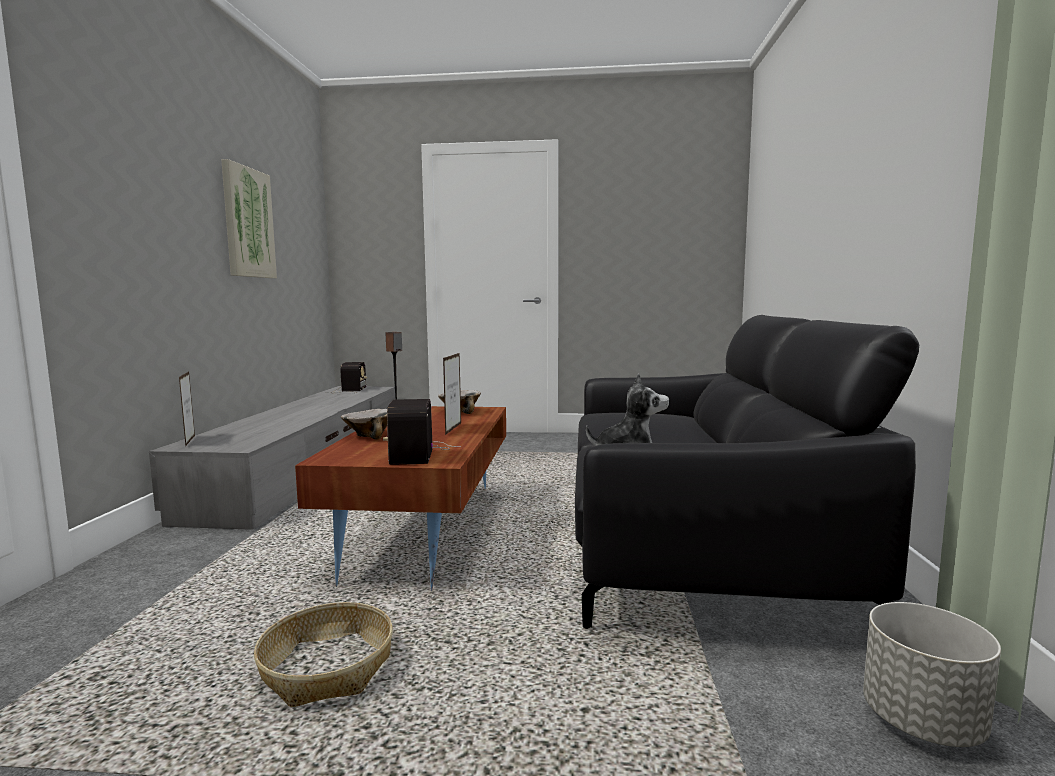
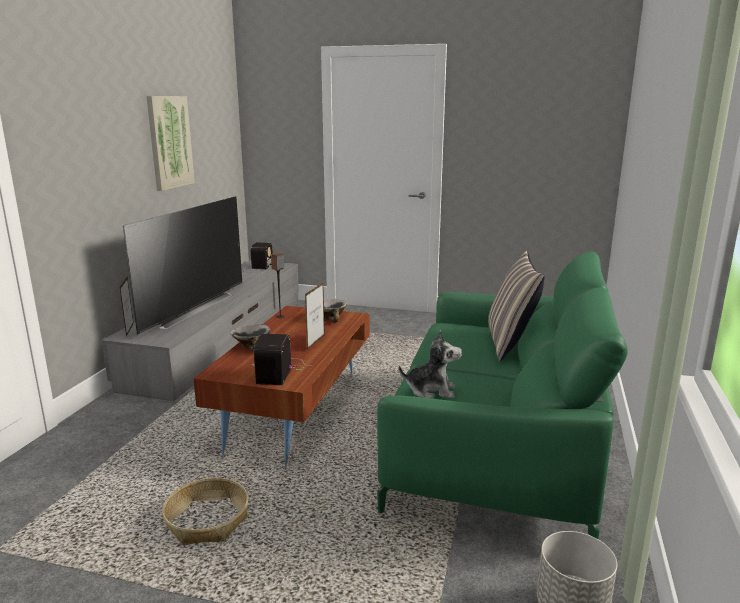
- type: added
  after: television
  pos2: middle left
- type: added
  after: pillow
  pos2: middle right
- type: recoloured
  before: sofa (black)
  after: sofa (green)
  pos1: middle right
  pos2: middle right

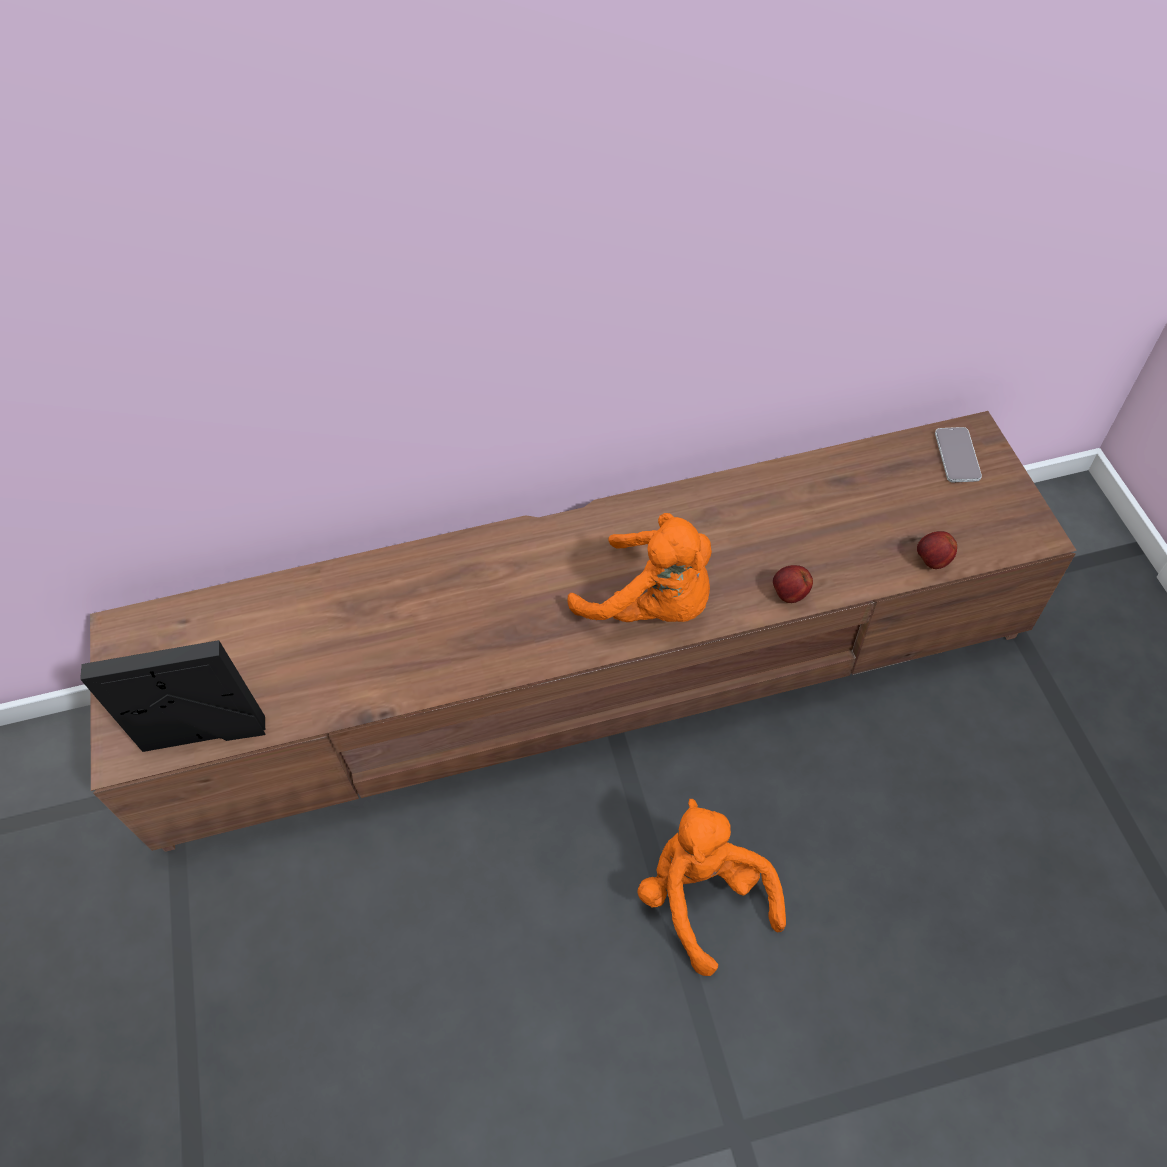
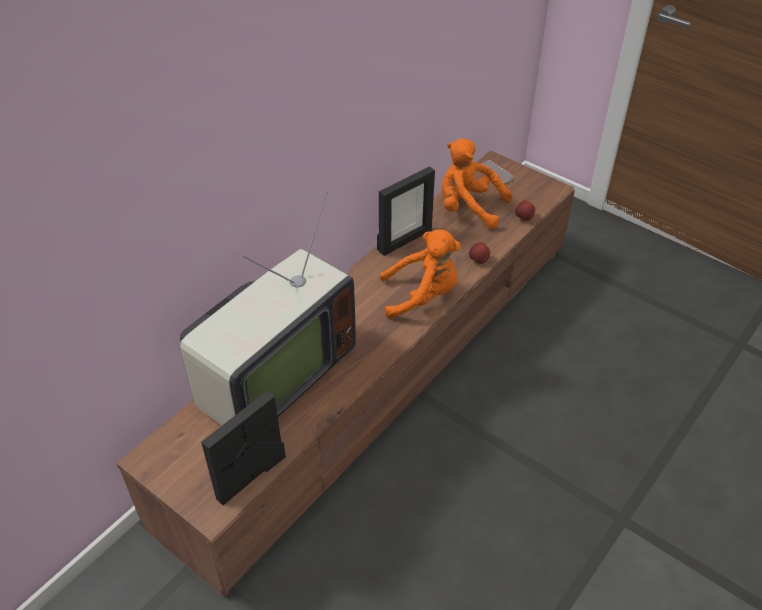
- type: added
  after: television
  pos2: centre
- type: added
  after: picture frame (2nd from left)
  pos2: centre
- type: moved
  before: plush toy (orange) (2nd from left)
  pos1: bottom centre
  pos2: top centre

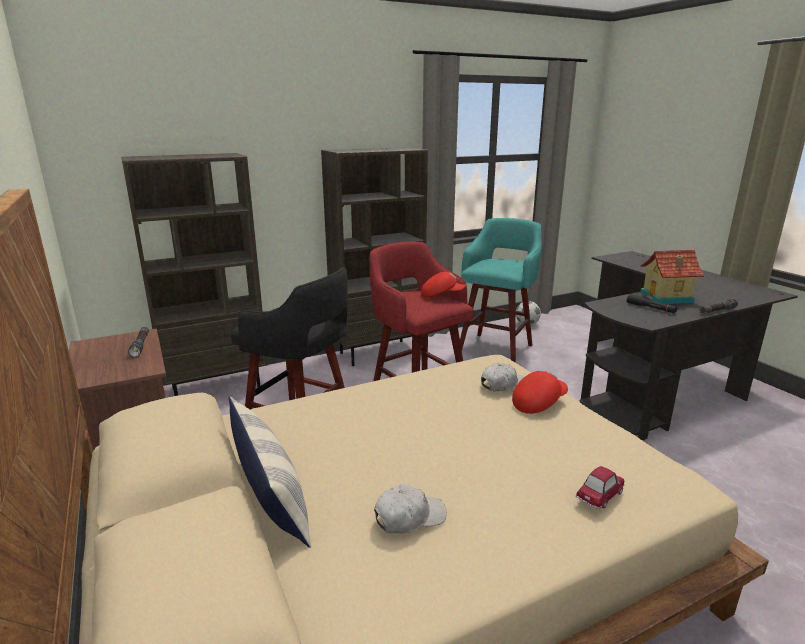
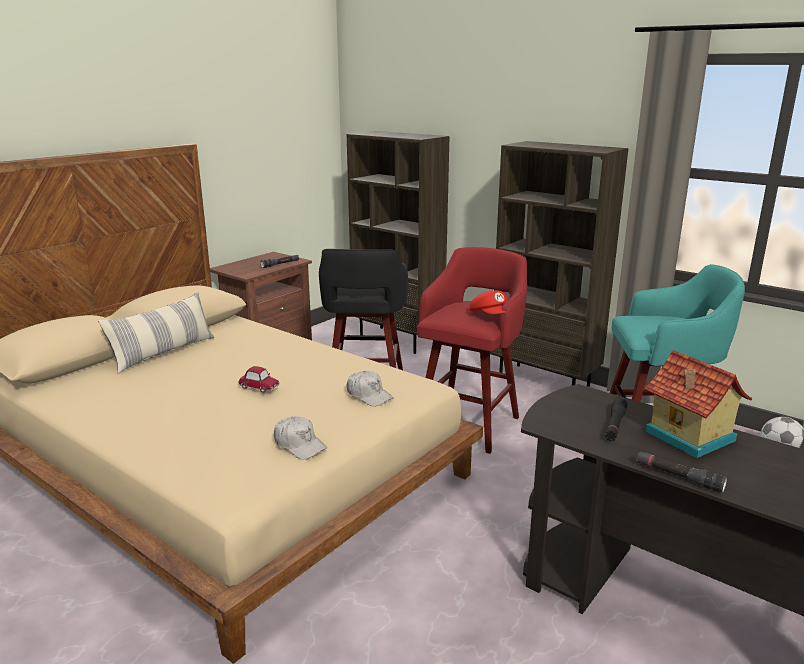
- type: removed
  before: cap (red) (2nd from left)
  pos1: middle right
- type: moved
  before: cap (white) (1st from left)
  pos1: bottom centre
  pos2: centre
- type: moved
  before: toy car
  pos1: bottom right
  pos2: middle left

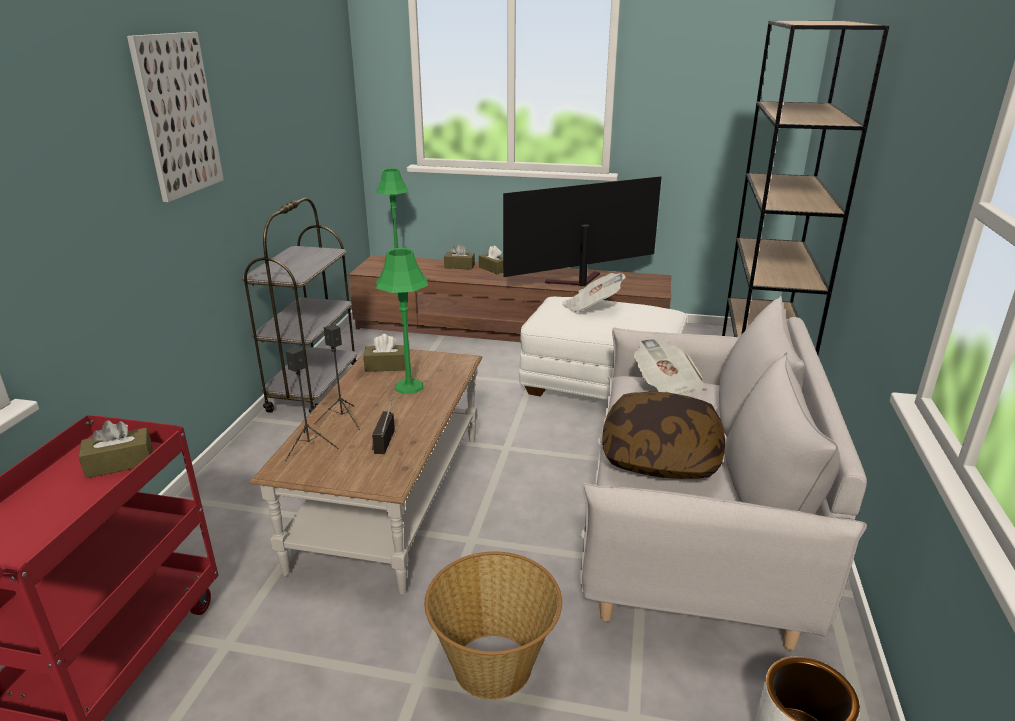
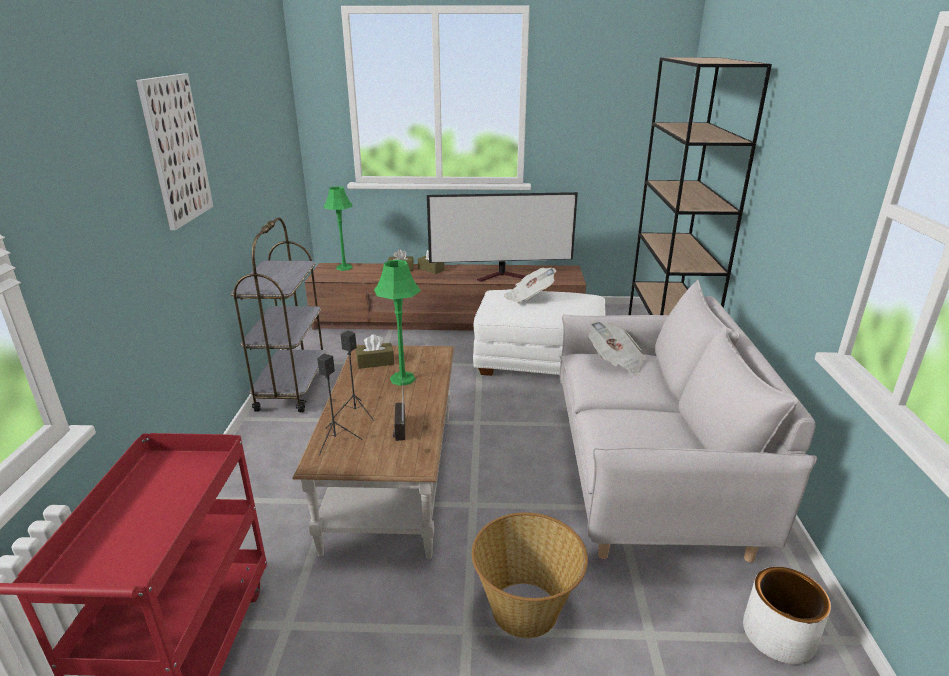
- type: removed
  before: tissue box (brown) (1st from left)
  pos1: middle left
- type: removed
  before: pillow
  pos1: centre
- type: turned
  before: television
  pos1: top centre
  pos2: centre
  turn: -150

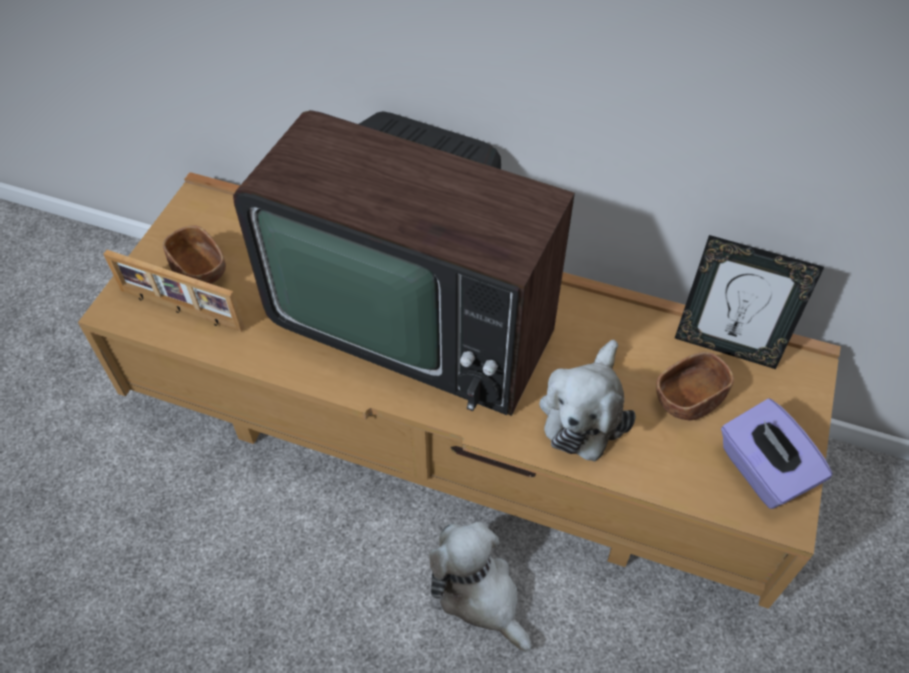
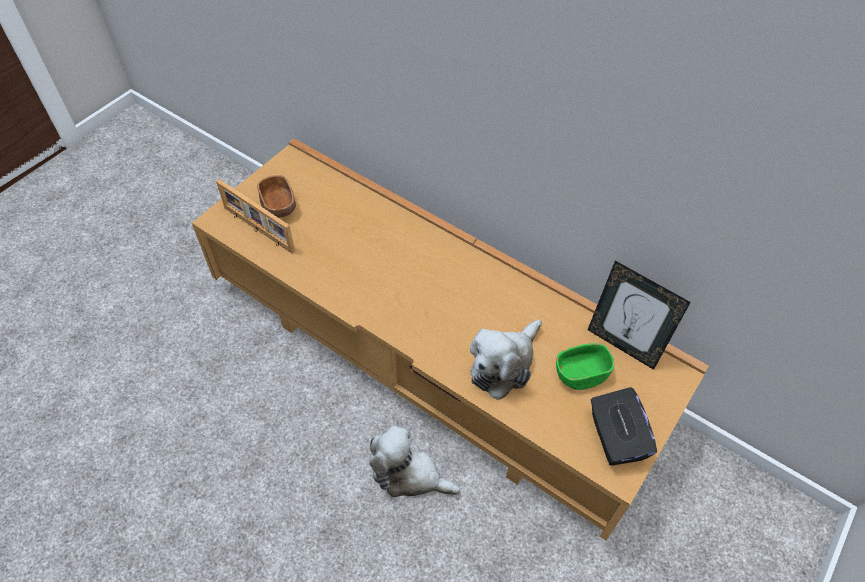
- type: removed
  before: television
  pos1: centre
- type: recoloured
  before: bowl (brown) (2nd from left)
  after: bowl (green)
  pos1: middle right
  pos2: middle right
- type: recoloured
  before: tissue box (purple)
  after: tissue box (black)
  pos1: bottom right
  pos2: bottom right
- type: turned
  before: plush toy (1st from left)
  pos1: bottom centre
  pos2: bottom centre
  turn: -45

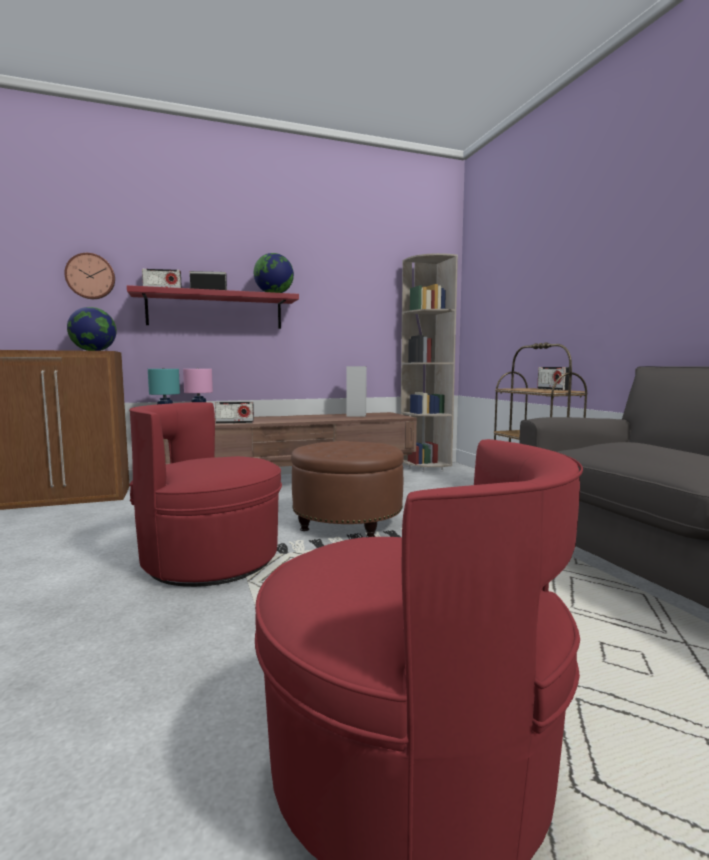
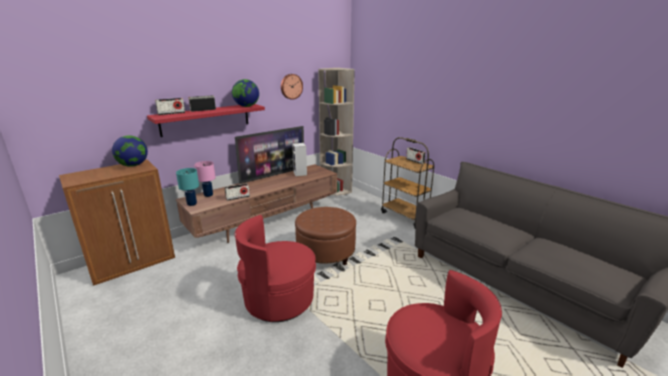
- type: added
  after: television
  pos2: centre
- type: moved
  before: wall clock
  pos1: top left
  pos2: top centre

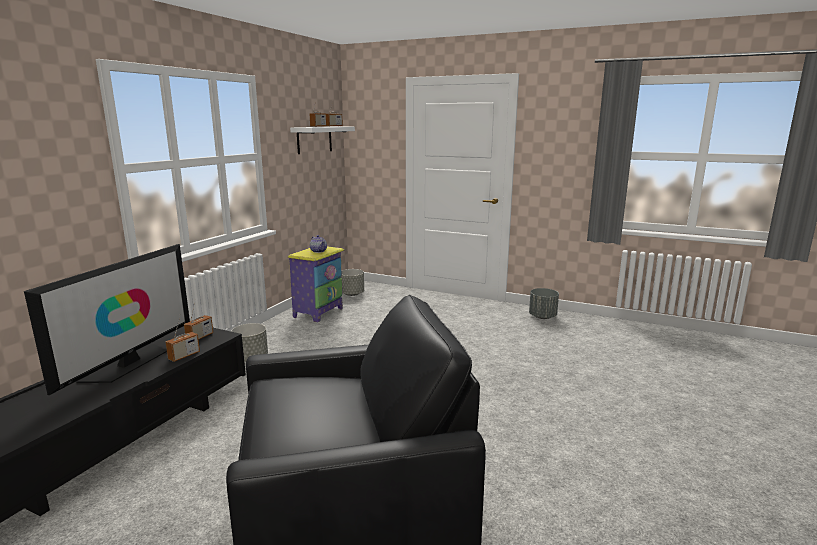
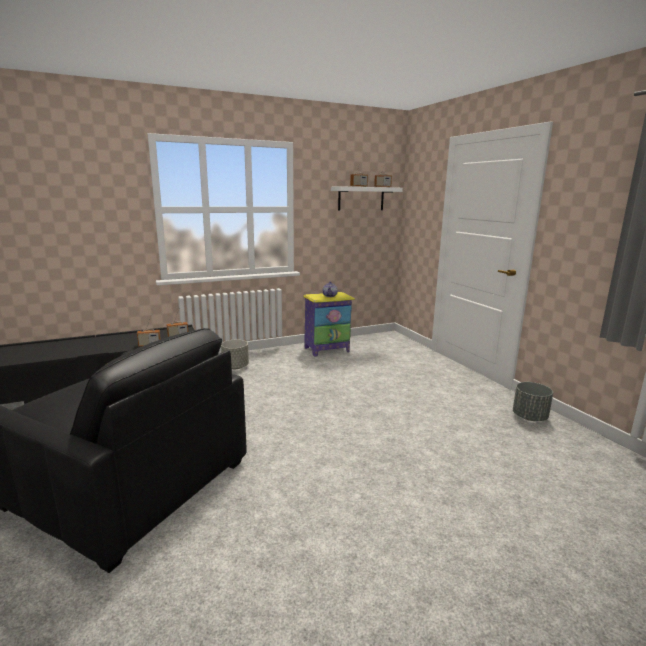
- type: removed
  before: television
  pos1: middle left
- type: removed
  before: planter (grey) (2nd from left)
  pos1: centre

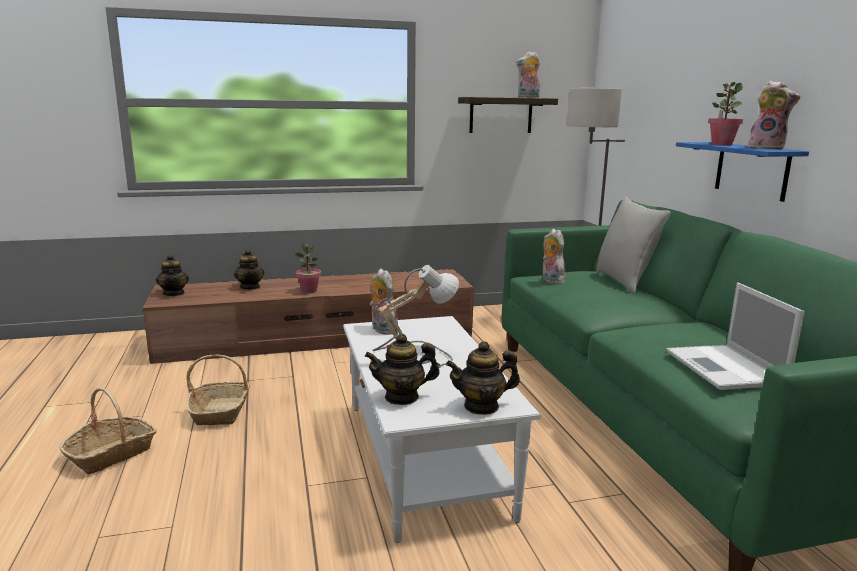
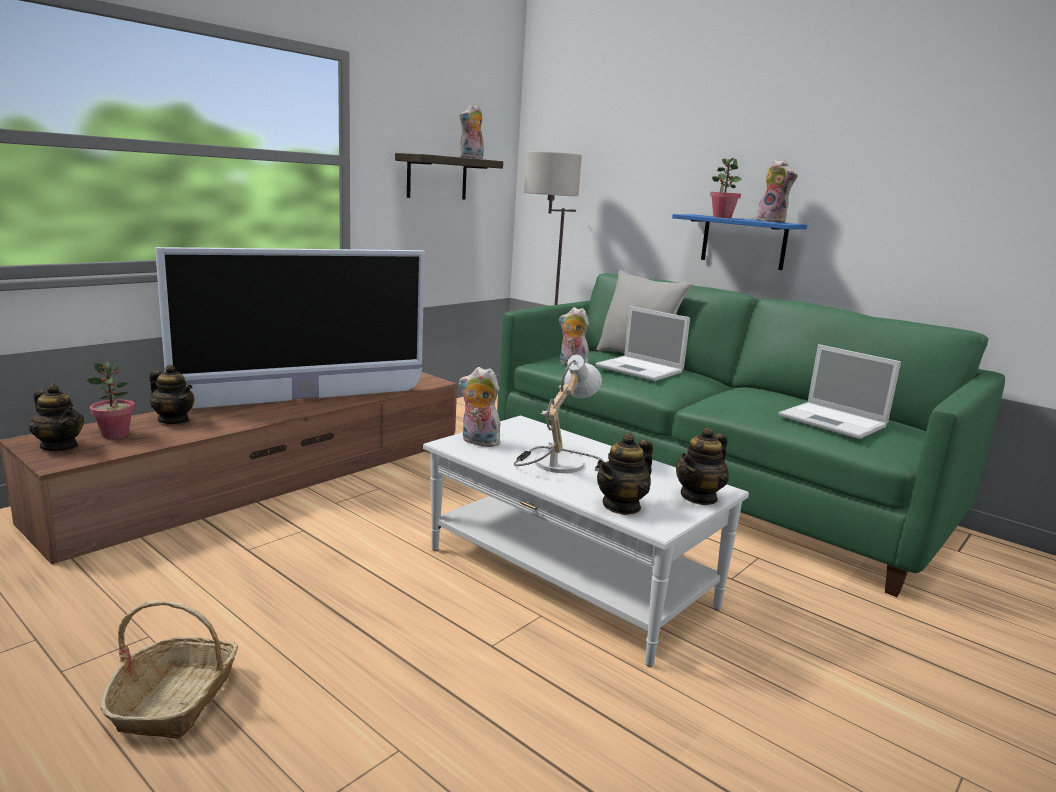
- type: removed
  before: basket (2nd from left)
  pos1: bottom left
- type: added
  after: television
  pos2: middle left
- type: added
  after: laptop (1st from left)
  pos2: centre
- type: moved
  before: potted plant (1st from left)
  pos1: centre
  pos2: middle left
- type: turned
  before: plush toy (4th from left)
  pos1: top right
  pos2: top right
  turn: 45

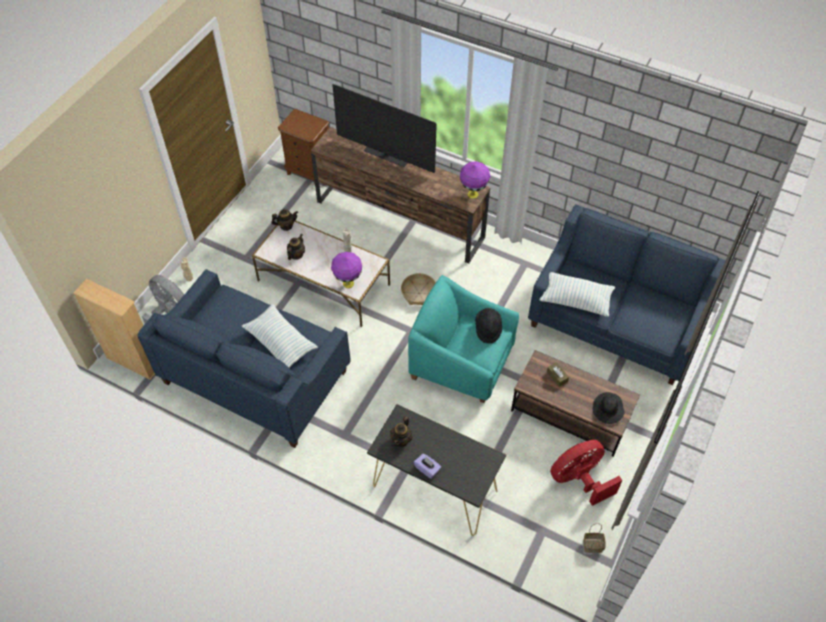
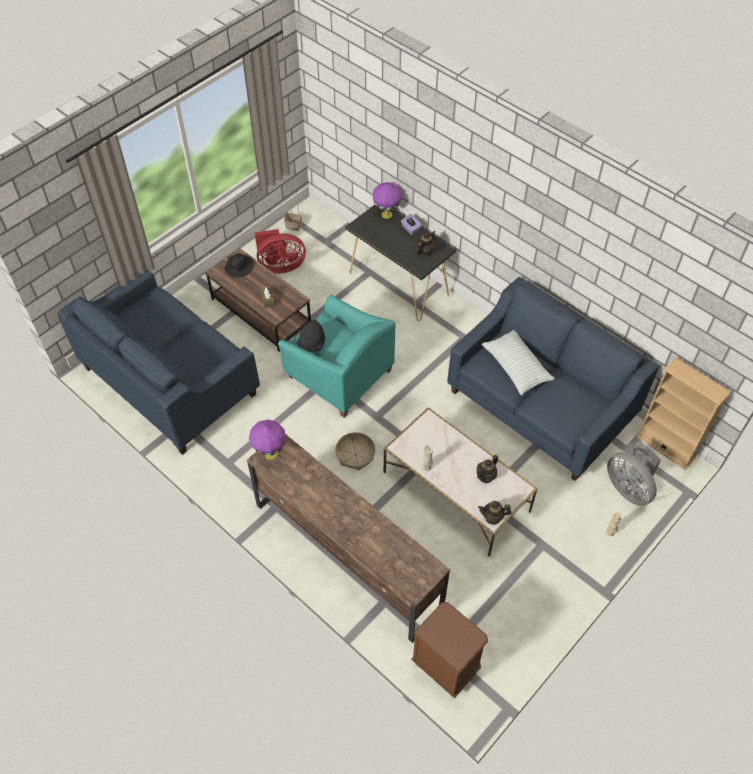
- type: removed
  before: television
  pos1: top centre
- type: removed
  before: pillow (2nd from left)
  pos1: middle right
- type: moved
  before: table lamp (purple) (1st from left in the first image)
  after: table lamp (purple) (2nd from left)
  pos1: centre
  pos2: top centre

